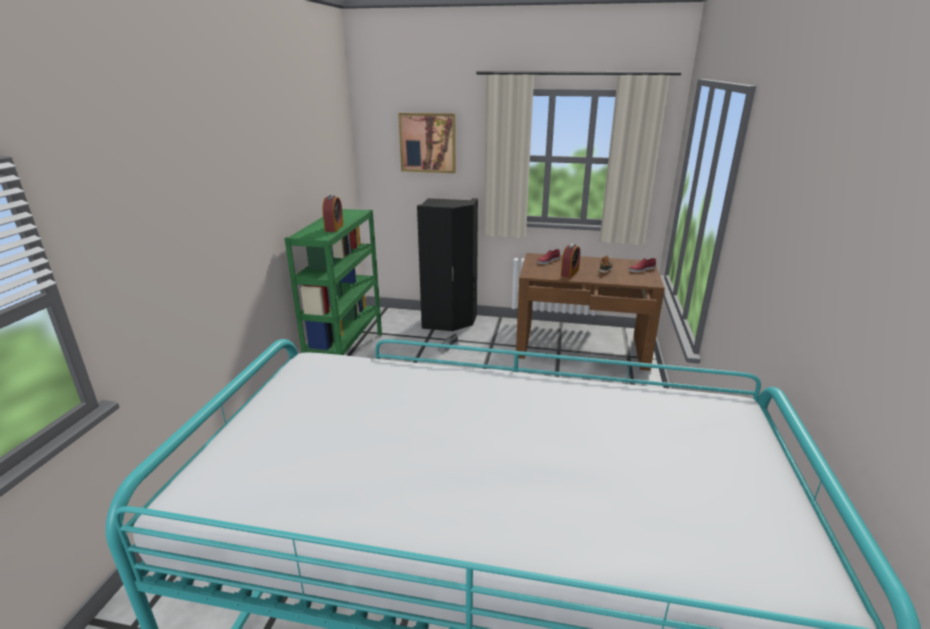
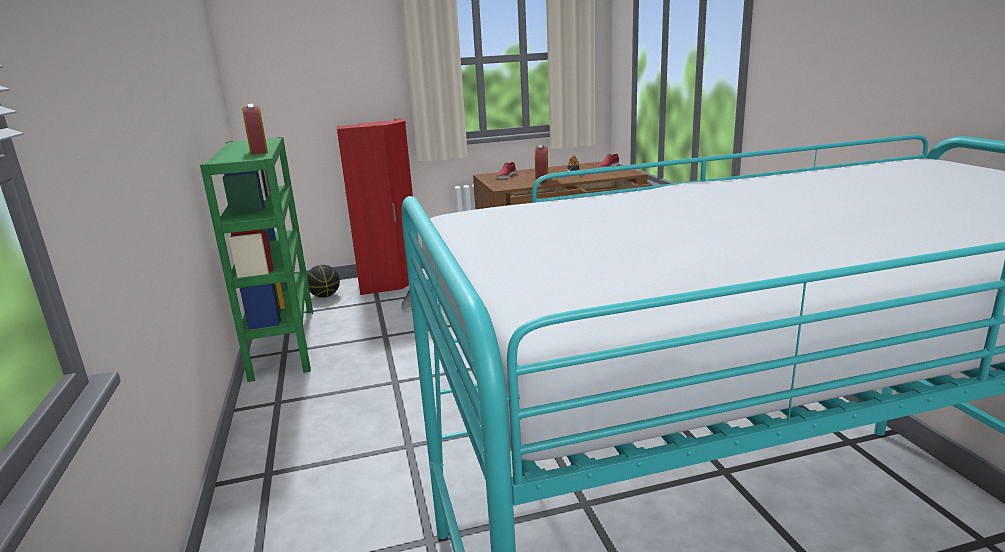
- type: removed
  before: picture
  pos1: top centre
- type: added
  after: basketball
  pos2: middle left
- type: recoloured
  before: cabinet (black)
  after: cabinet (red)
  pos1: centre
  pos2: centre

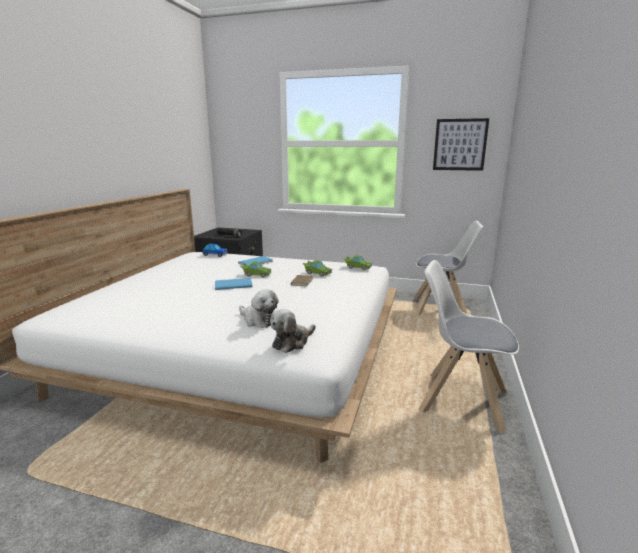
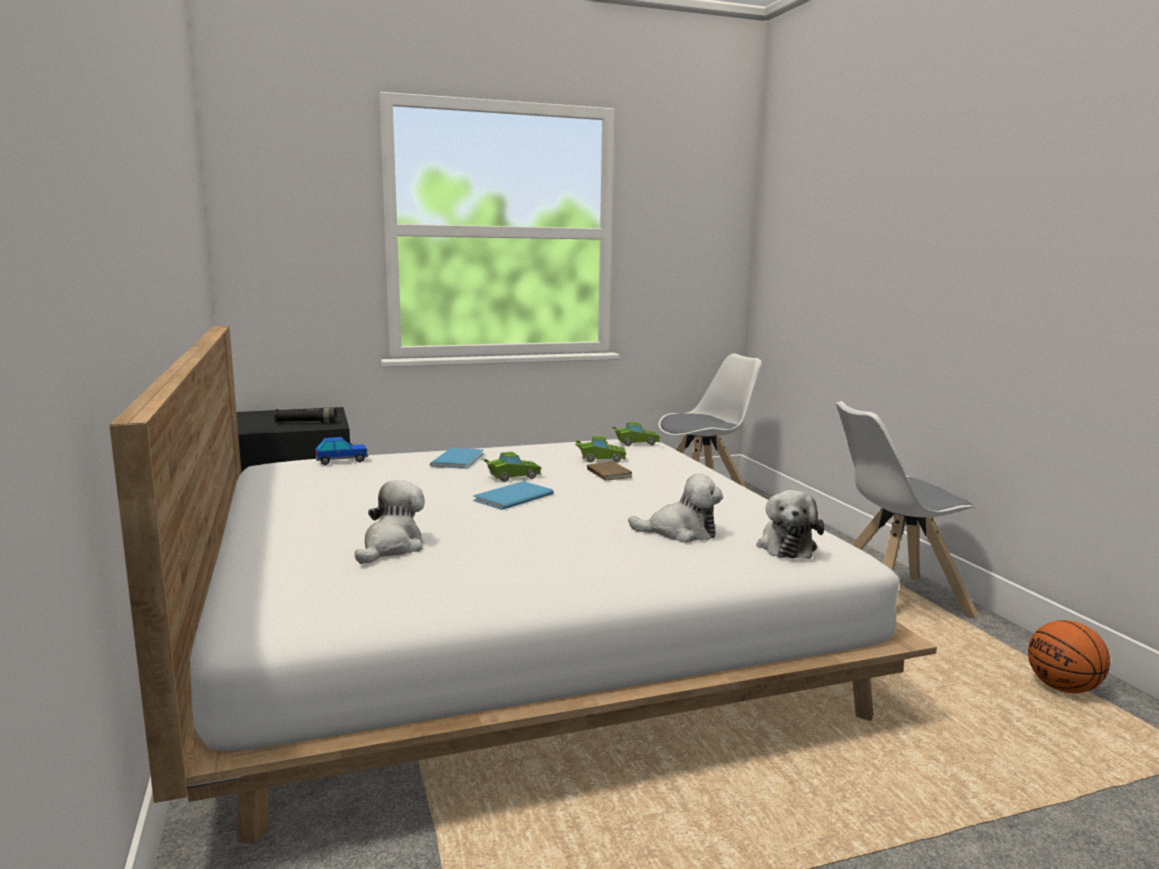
- type: removed
  before: picture
  pos1: top right
- type: added
  after: plush toy (1st from left)
  pos2: centre
- type: added
  after: basketball
  pos2: bottom right

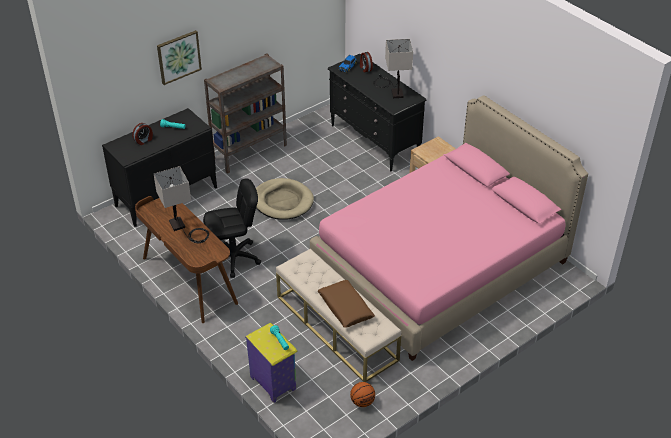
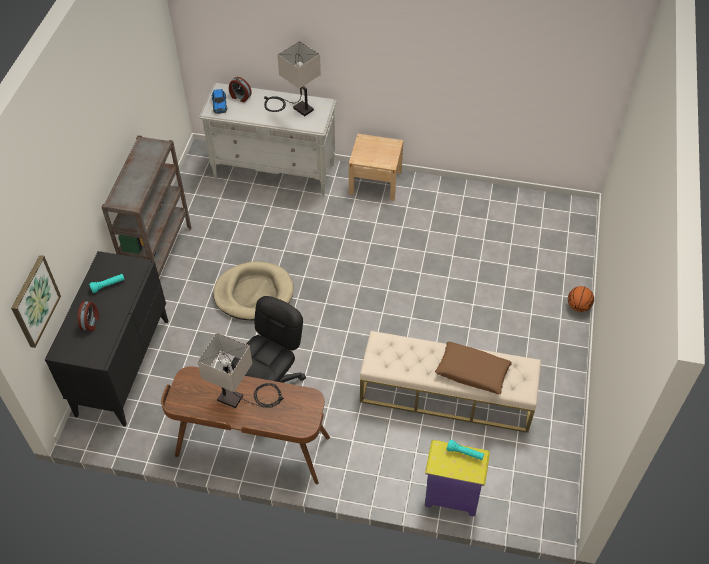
- type: removed
  before: bed (pink)
  pos1: middle right
- type: moved
  before: picture
  pos1: top left
  pos2: middle left
- type: moved
  before: basketball
  pos1: bottom centre
  pos2: middle right
- type: recoloured
  before: dresser (black)
  after: dresser (white)
  pos1: top centre
  pos2: top centre

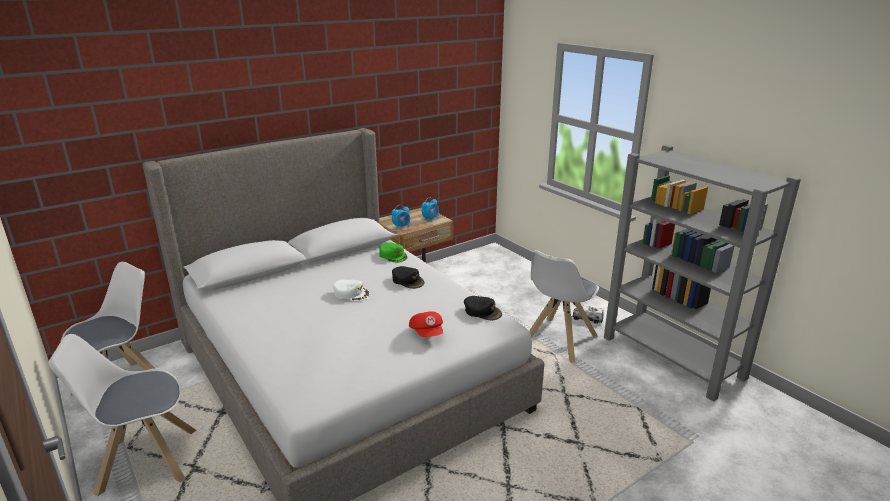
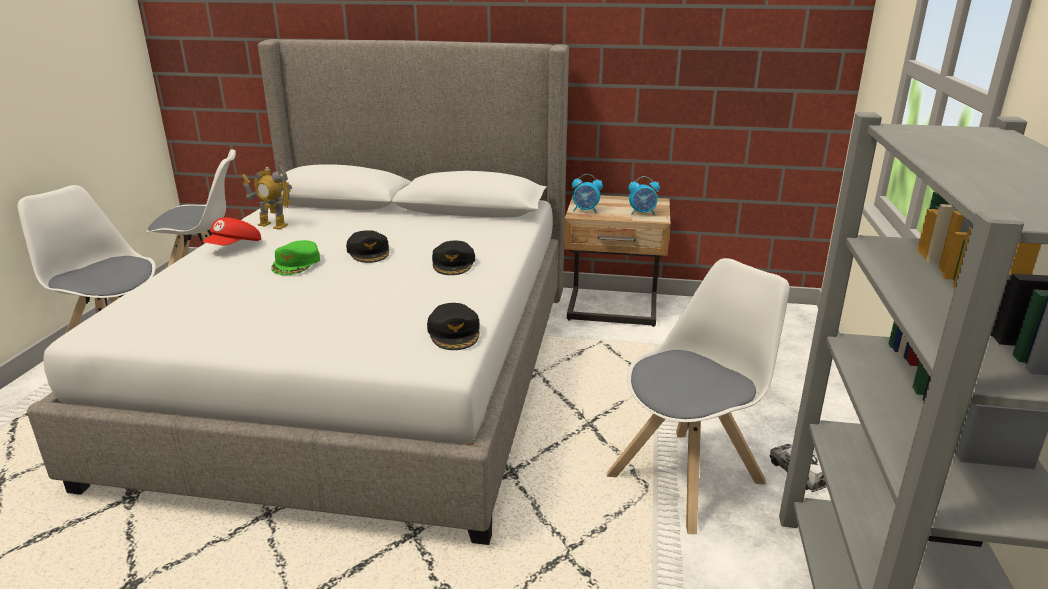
- type: added
  after: toy robot
  pos2: middle left
- type: moved
  before: cap (green)
  pos1: centre
  pos2: middle left
- type: moved
  before: cap (red)
  pos1: centre
  pos2: middle left
- type: recoloured
  before: cap (white)
  after: cap (black) (1st from left)
  pos1: centre
  pos2: centre
- type: turned
  before: chair (3rd from left)
  pos1: centre
  pos2: bottom centre
  turn: 150

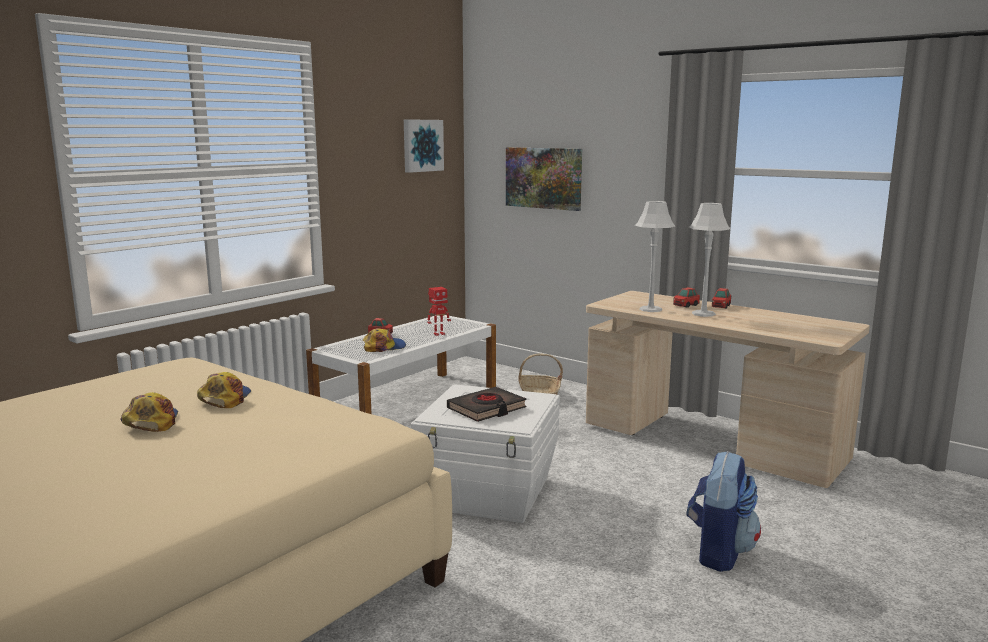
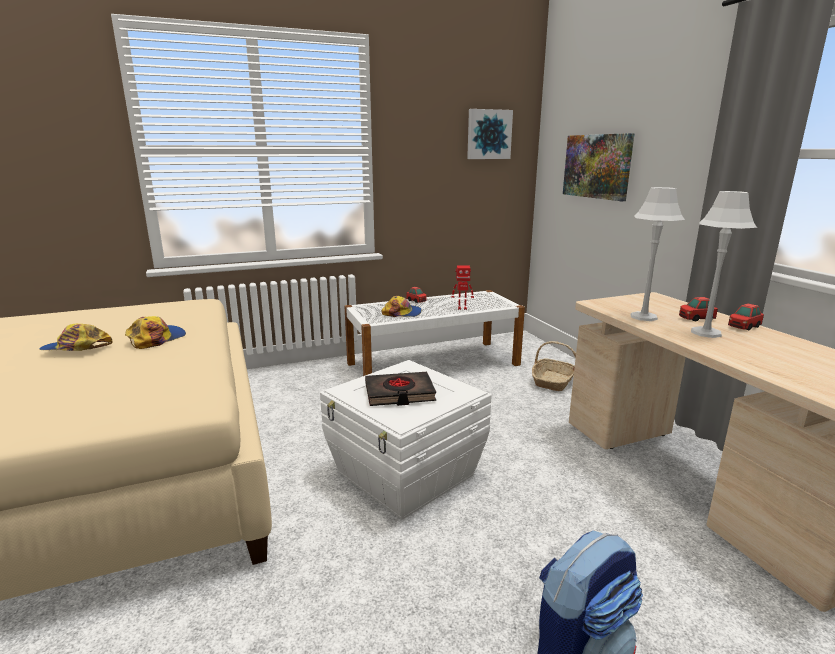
- type: turned
  before: cap (1st from left)
  pos1: middle left
  pos2: middle left
  turn: -105

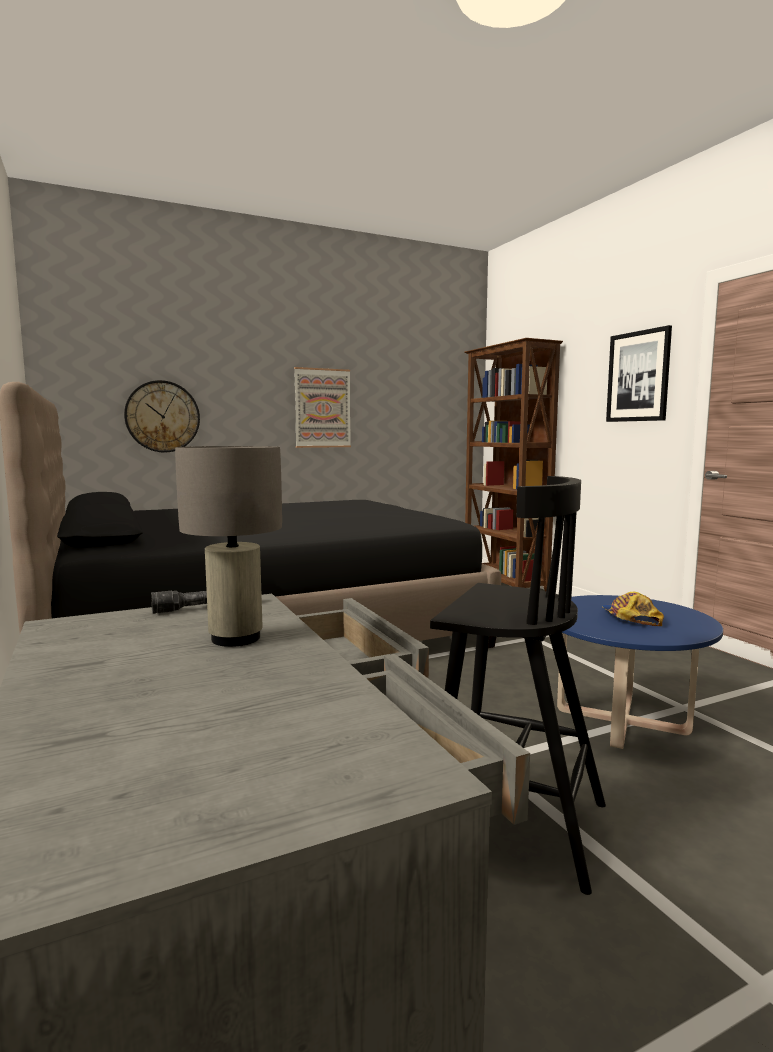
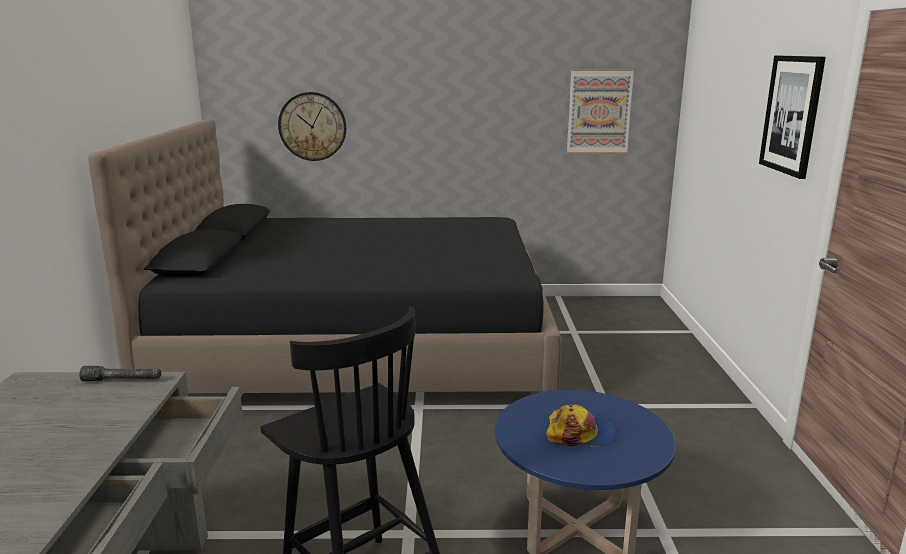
- type: removed
  before: table lamp (grey)
  pos1: middle left
- type: removed
  before: bookcase (brown)
  pos1: centre
- type: moved
  before: picture (1st from left)
  pos1: centre
  pos2: top centre
- type: turned
  before: cap
  pos1: middle right
  pos2: bottom centre
  turn: 75

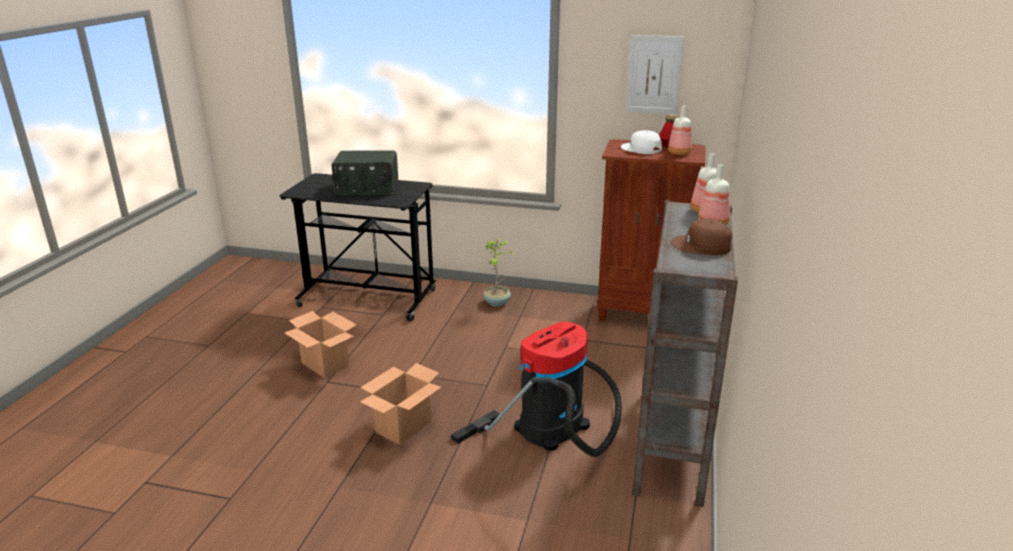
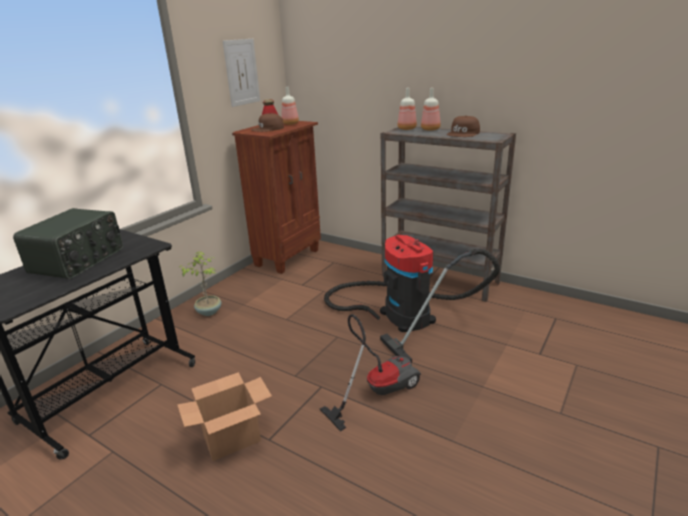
- type: replaced
  before: cardboard box (2nd from left)
  after: vacuum cleaner (1st from left)
  pos1: bottom centre
  pos2: bottom centre
- type: recoloured
  before: cap (white)
  after: cap (brown) (1st from left)
  pos1: top centre
  pos2: top centre

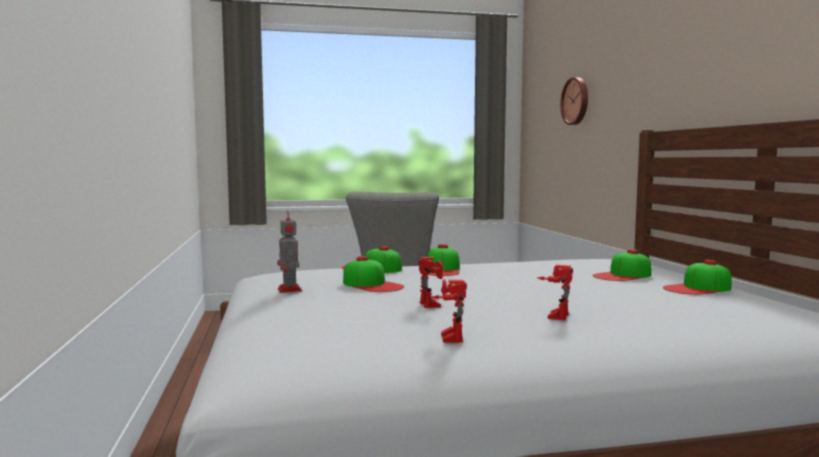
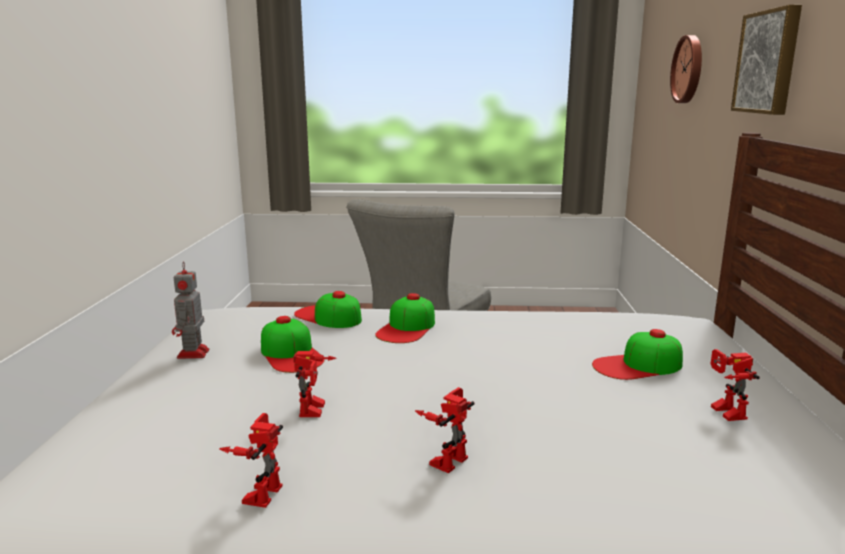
- type: added
  after: picture
  pos2: top right
- type: replaced
  before: cap (5th from left)
  after: toy robot (5th from left)
  pos1: middle right
  pos2: bottom right

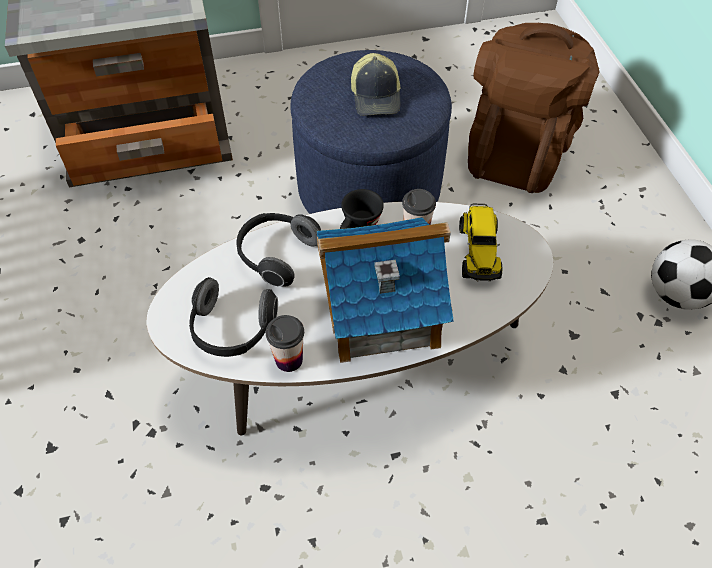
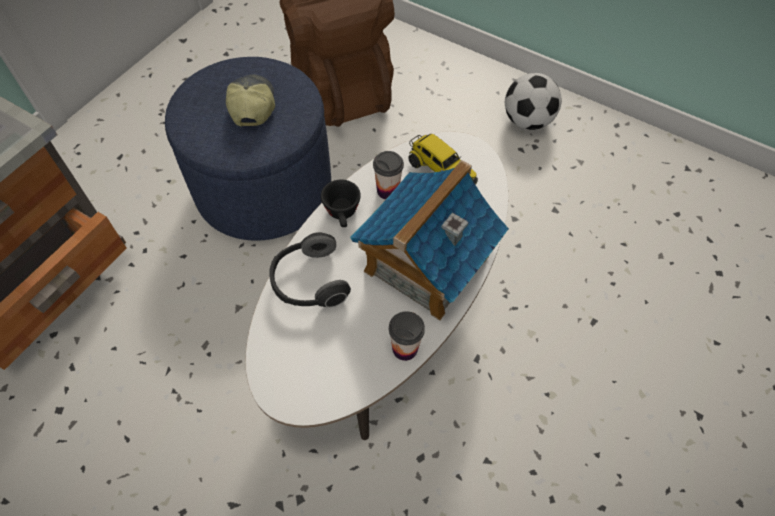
- type: removed
  before: headphones (1st from left)
  pos1: middle left
- type: turned
  before: cap
  pos1: top centre
  pos2: top left
  turn: -135

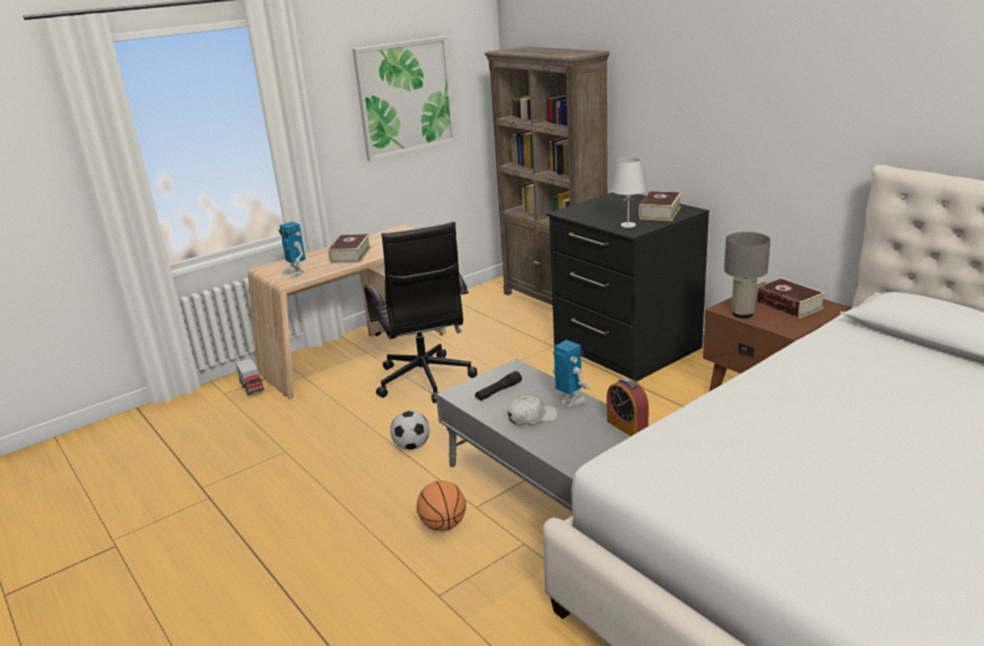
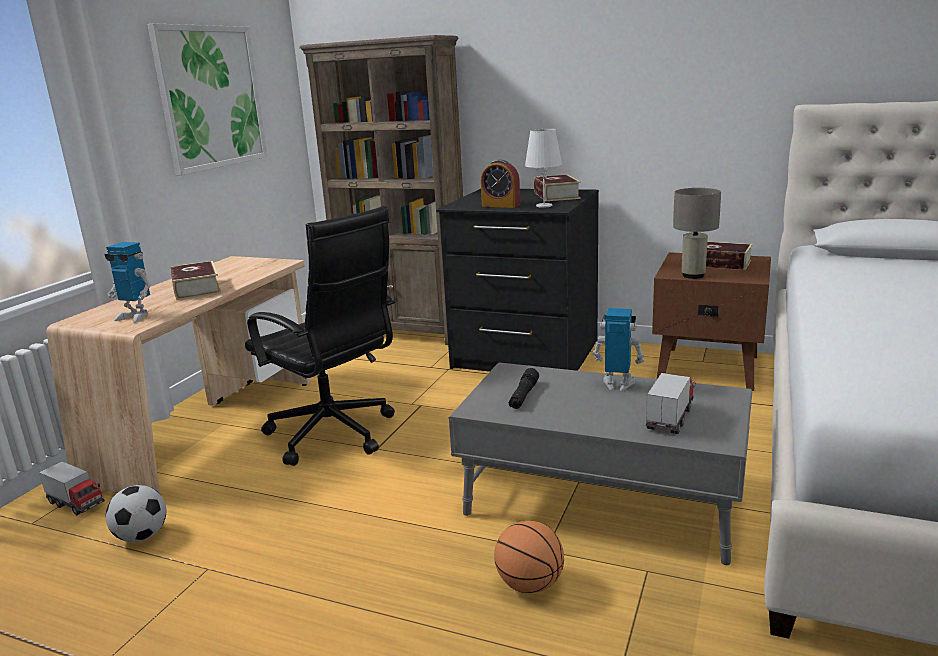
- type: removed
  before: cap (white)
  pos1: centre
- type: added
  after: toy truck (2nd from left)
  pos2: middle right
- type: moved
  before: football
  pos1: centre
  pos2: bottom left
- type: moved
  before: alarm clock
  pos1: centre
  pos2: top centre

